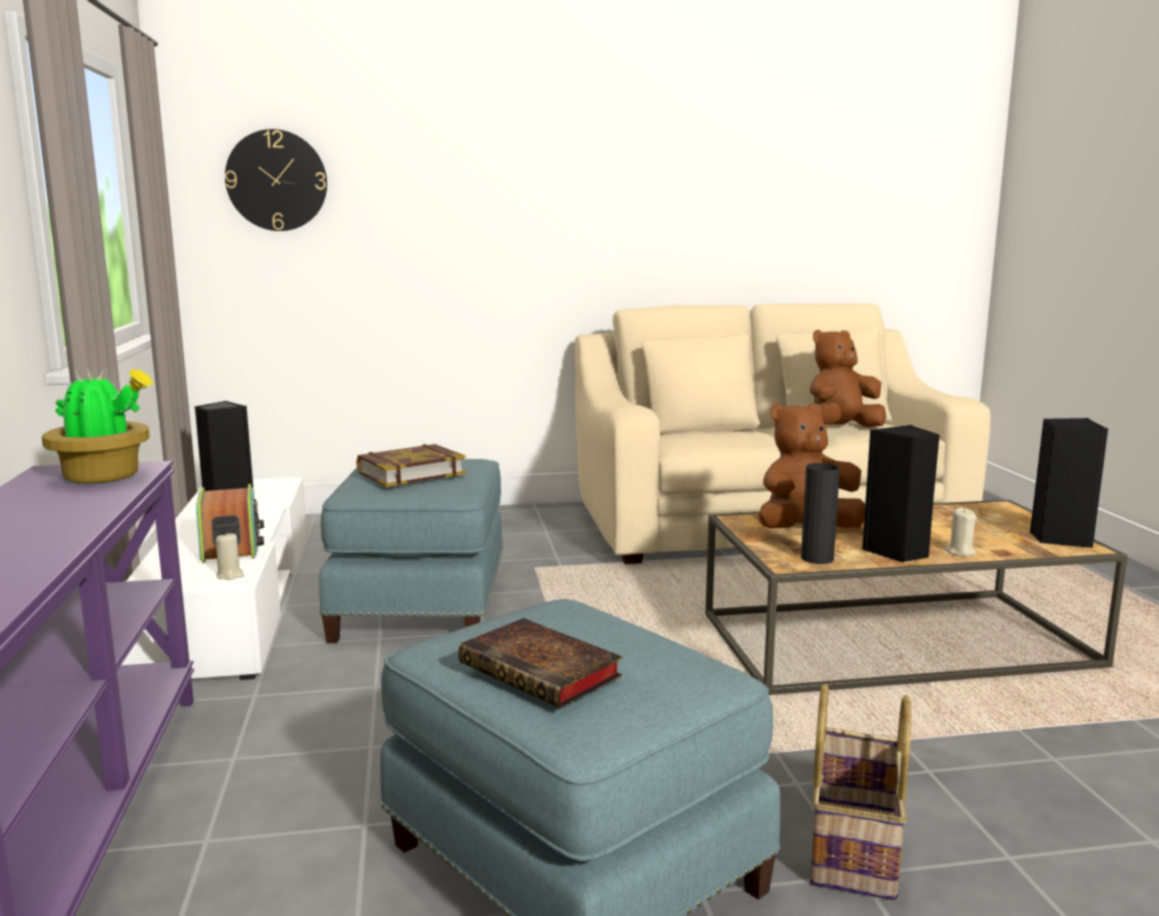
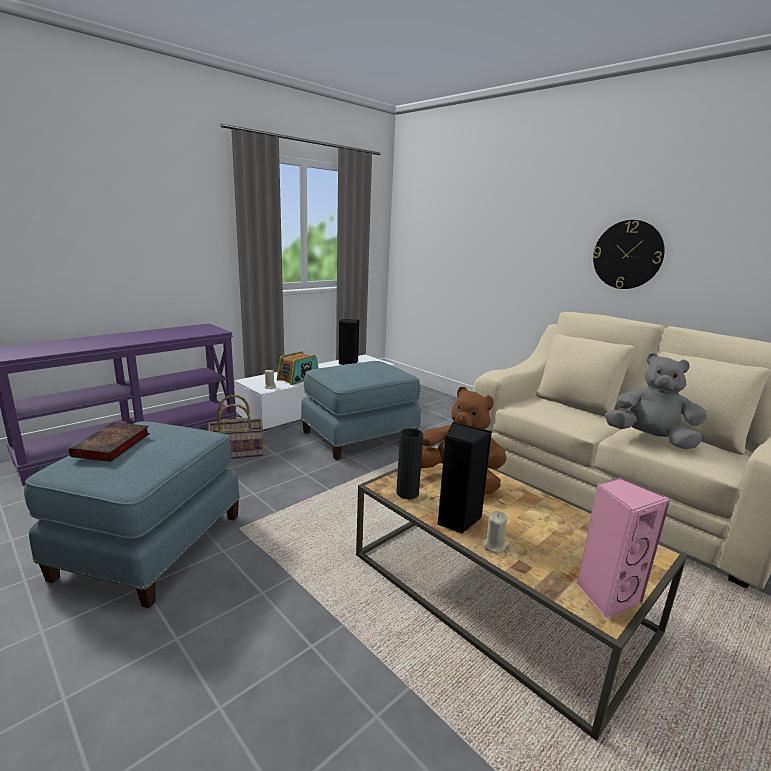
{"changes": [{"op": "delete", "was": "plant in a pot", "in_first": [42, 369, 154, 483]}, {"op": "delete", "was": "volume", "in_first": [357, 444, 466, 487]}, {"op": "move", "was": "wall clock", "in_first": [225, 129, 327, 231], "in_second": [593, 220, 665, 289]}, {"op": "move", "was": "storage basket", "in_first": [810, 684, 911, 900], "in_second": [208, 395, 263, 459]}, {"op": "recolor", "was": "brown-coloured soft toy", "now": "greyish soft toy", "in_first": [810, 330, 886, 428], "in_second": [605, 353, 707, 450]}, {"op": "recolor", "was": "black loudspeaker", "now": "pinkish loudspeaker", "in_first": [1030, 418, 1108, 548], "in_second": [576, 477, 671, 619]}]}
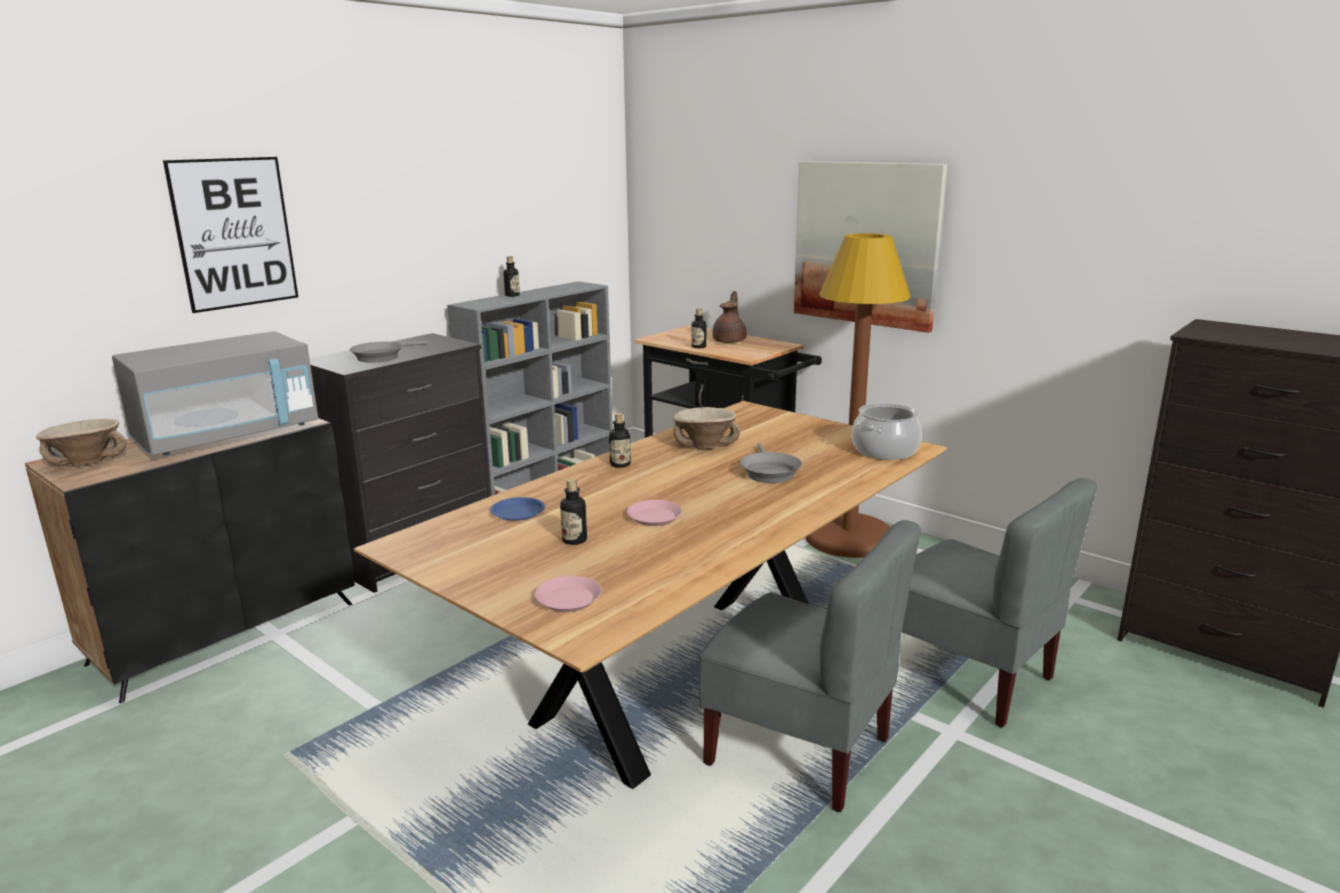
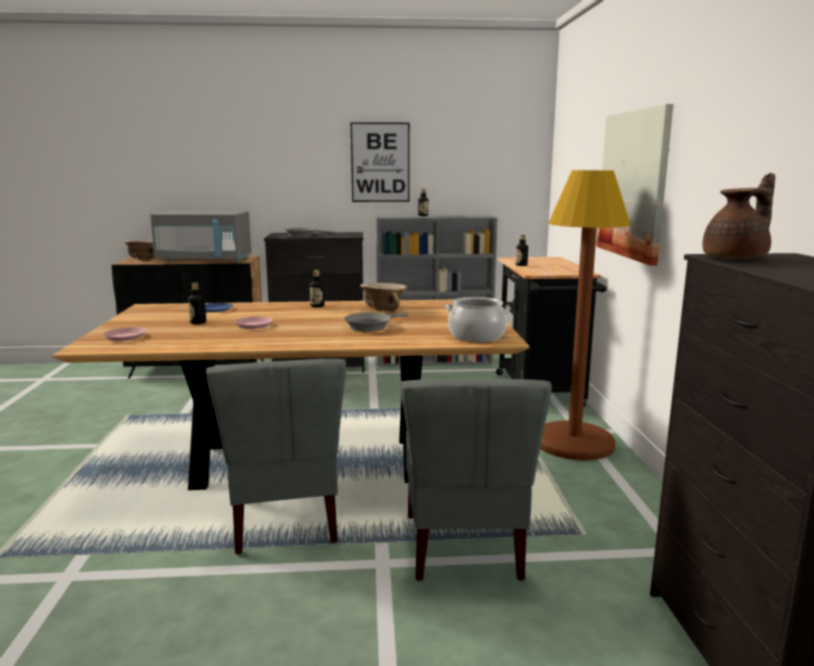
{"changes": [{"op": "move", "was": "wall art", "in_first": [163, 157, 298, 313], "in_second": [351, 122, 410, 202]}, {"op": "move", "was": "brown-coloured pot for tea", "in_first": [712, 291, 747, 343], "in_second": [702, 173, 775, 259]}]}
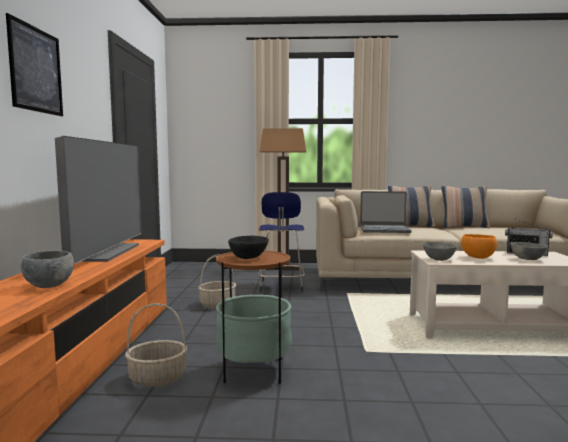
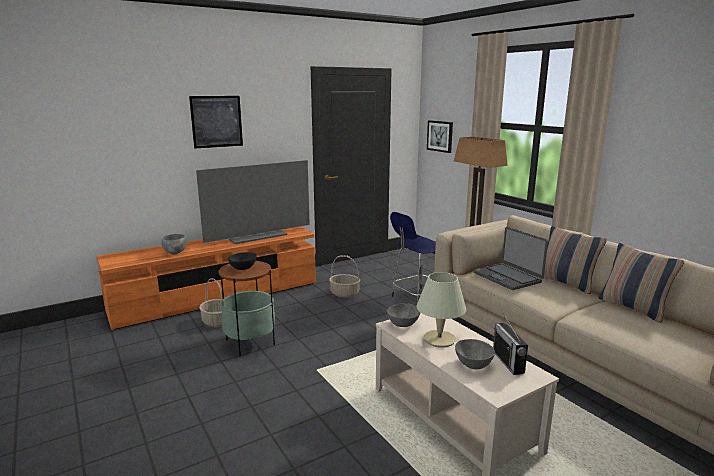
{"changes": [{"op": "insert", "now": "wall art", "in_second": [427, 120, 453, 153]}, {"op": "replace", "was": "orange-coloured bowl", "now": "beige tabletop lamp", "in_first": [461, 234, 497, 259], "in_second": [417, 272, 466, 348]}]}
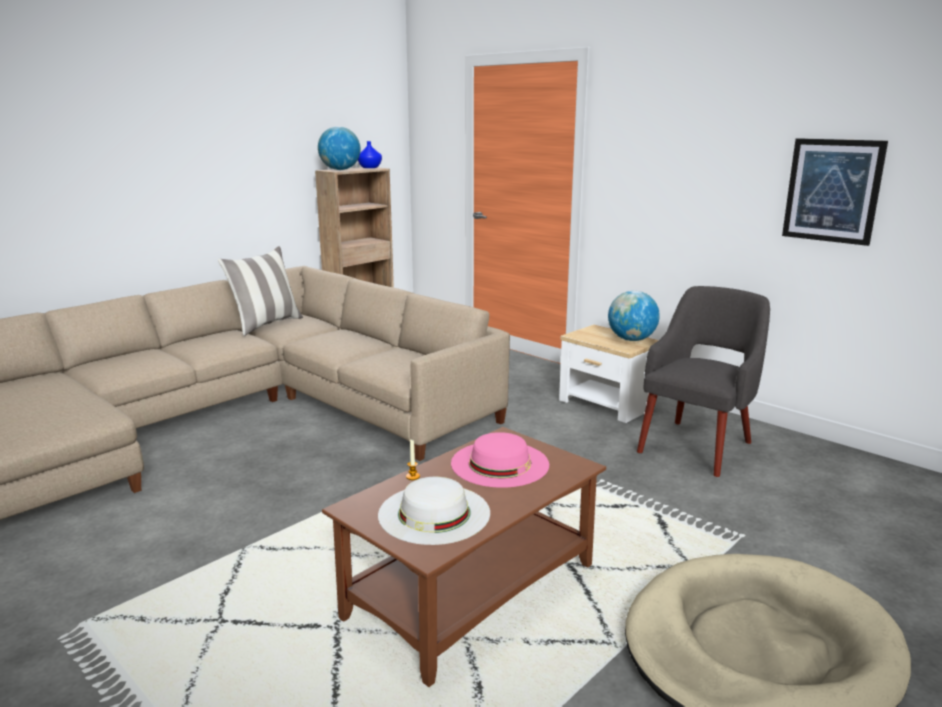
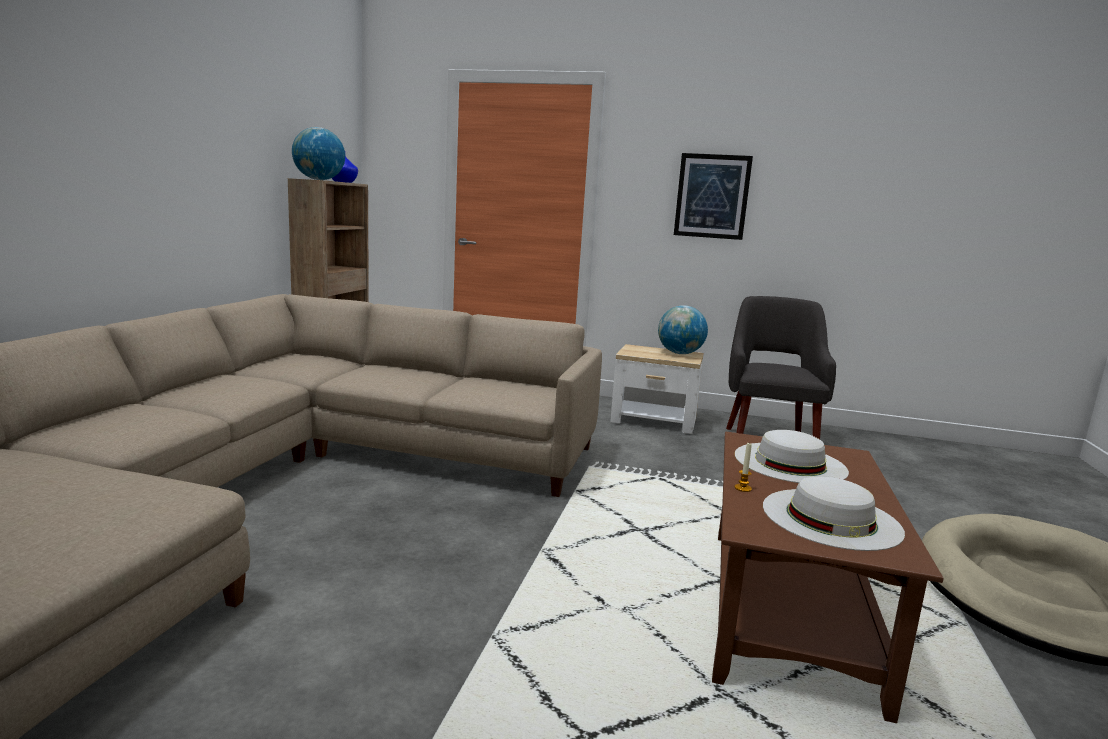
{"changes": [{"op": "delete", "was": "cushion", "in_first": [218, 246, 303, 336]}, {"op": "move", "was": "wall art", "in_first": [782, 138, 888, 246], "in_second": [674, 153, 753, 240]}, {"op": "recolor", "was": "pinkish clothing hat", "now": "white clothing hat", "in_first": [451, 432, 549, 488], "in_second": [735, 430, 849, 483]}]}
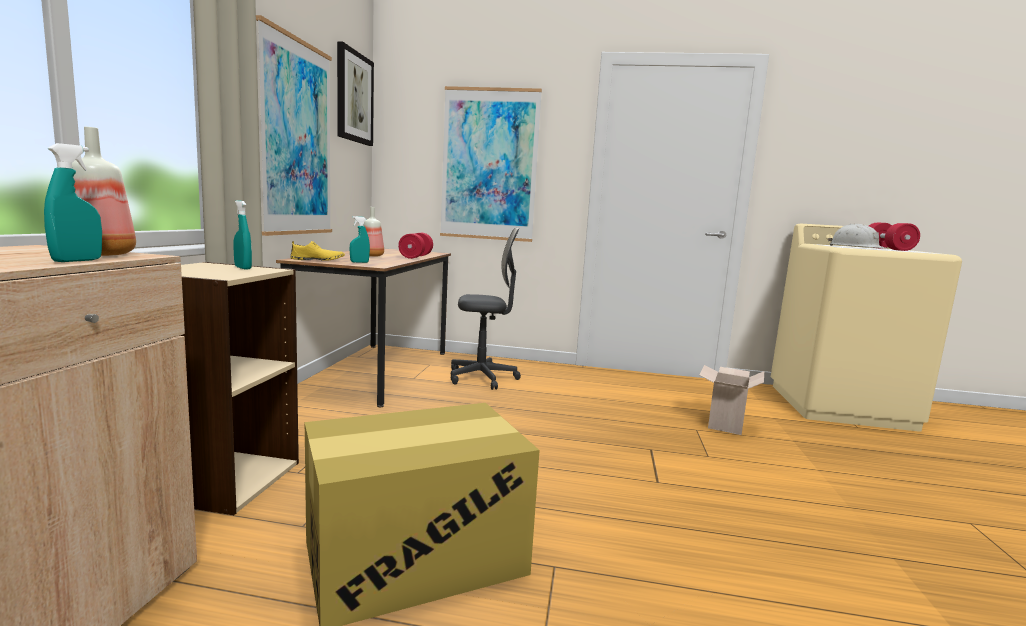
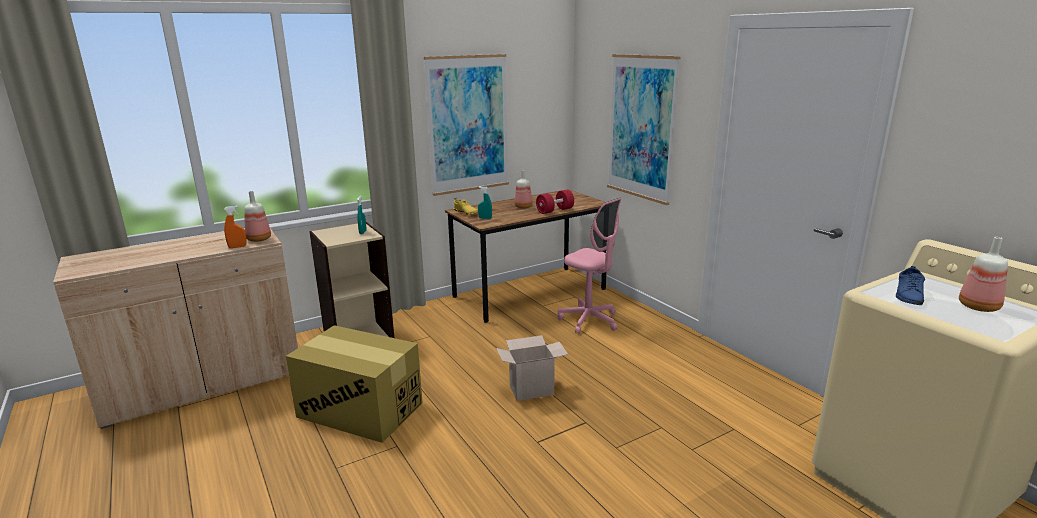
{"changes": [{"op": "delete", "was": "wall art", "in_first": [337, 41, 374, 146]}, {"op": "move", "was": "cardboard box", "in_first": [699, 365, 764, 435], "in_second": [496, 335, 568, 401]}, {"op": "replace", "was": "white safety helmet", "now": "bluish shoe", "in_first": [828, 224, 889, 249], "in_second": [896, 266, 925, 305]}, {"op": "replace", "was": "red-coloured hand weight", "now": "bottle", "in_first": [869, 223, 920, 251], "in_second": [959, 237, 1008, 312]}, {"op": "recolor", "was": "blue-green spray bottle", "now": "orange-coloured spray bottle", "in_first": [44, 143, 102, 262], "in_second": [224, 206, 247, 248]}, {"op": "recolor", "was": "greyish desk chair", "now": "pinkish desk chair", "in_first": [451, 228, 521, 390], "in_second": [558, 198, 621, 334]}]}
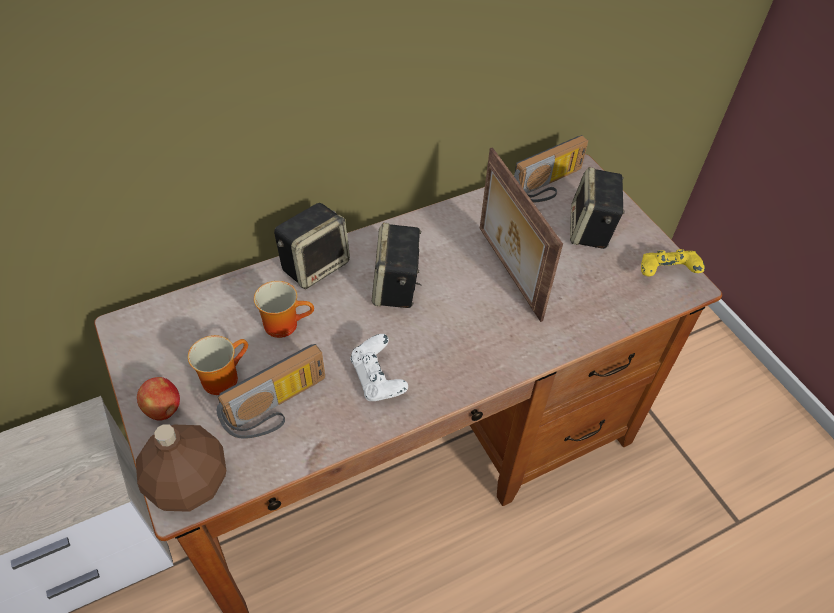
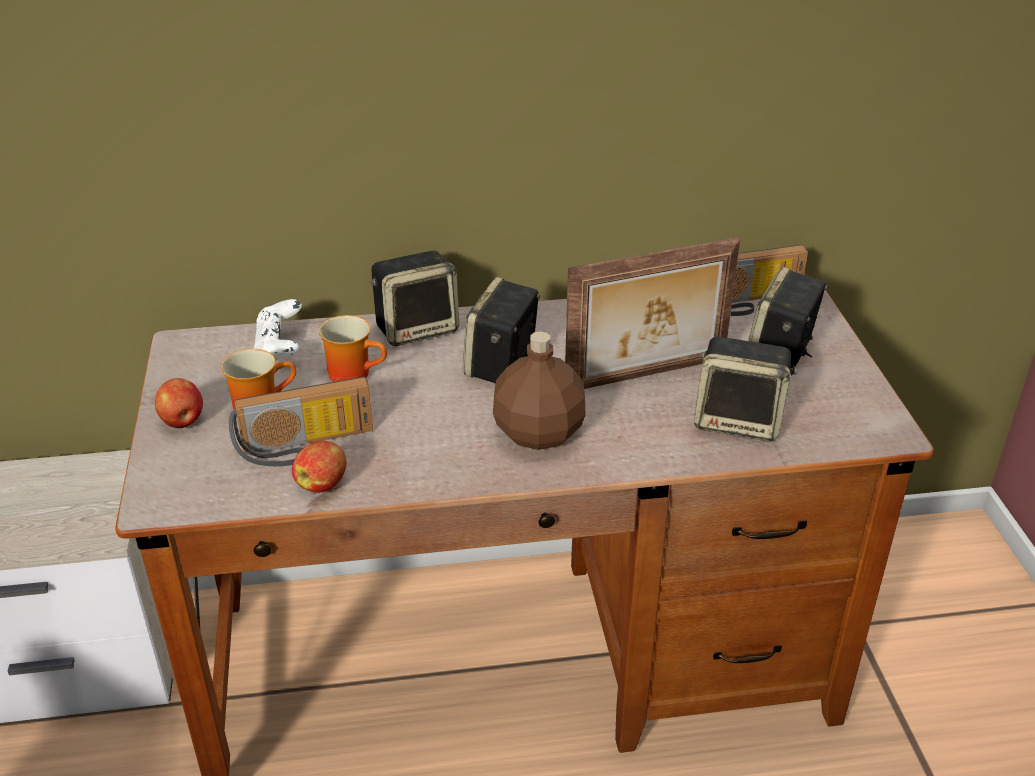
{"changes": [{"op": "delete", "was": "yellowish gamepad", "in_first": [641, 249, 705, 277]}, {"op": "insert", "now": "whole apple", "in_second": [292, 440, 346, 493]}, {"op": "insert", "now": "loudspeaker", "in_second": [694, 336, 797, 442]}, {"op": "move", "was": "brown-coloured bottle", "in_first": [136, 424, 226, 512], "in_second": [493, 331, 585, 450]}, {"op": "move", "was": "white gamepad", "in_first": [350, 334, 408, 401], "in_second": [254, 299, 302, 359]}, {"op": "rotate", "was": "photo frame", "in_first": [480, 147, 563, 322], "in_second": [565, 237, 740, 389], "clockwise": -105}]}
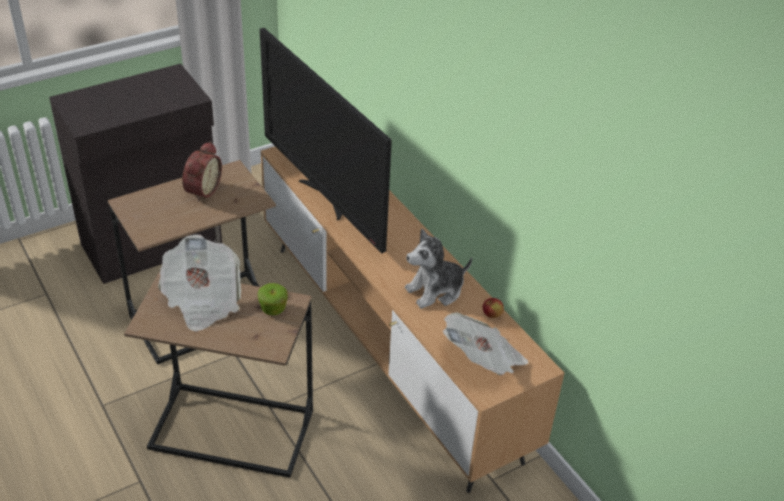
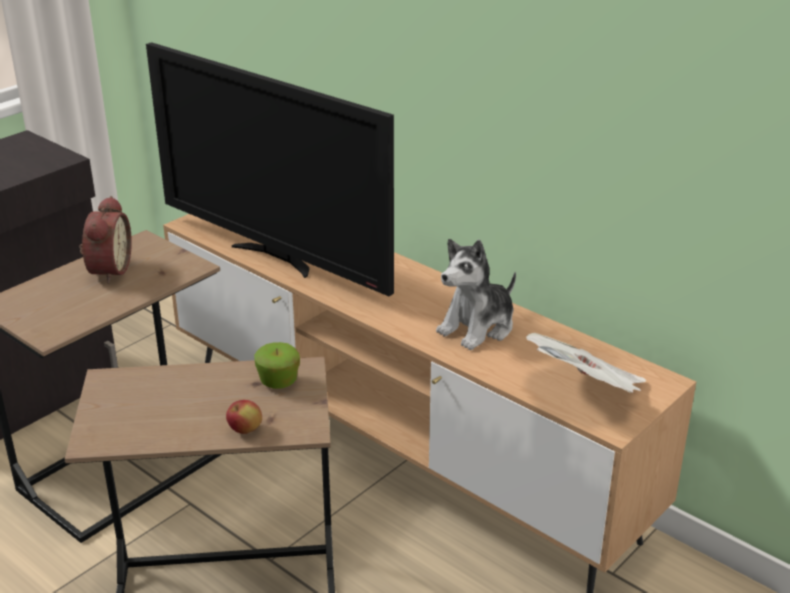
{"changes": [{"op": "delete", "was": "printed paper", "in_first": [158, 234, 241, 332]}, {"op": "move", "was": "whole apple", "in_first": [482, 298, 504, 318], "in_second": [226, 400, 262, 434]}]}
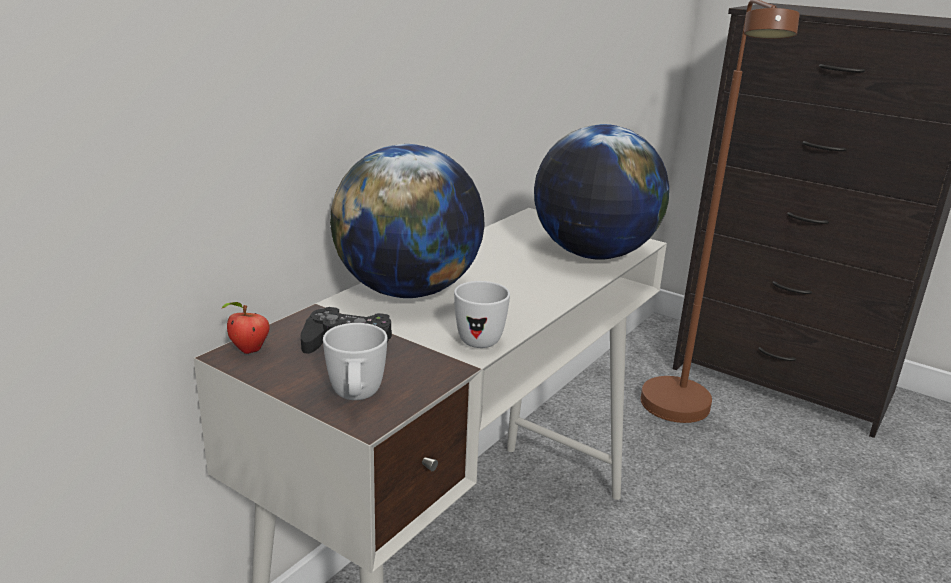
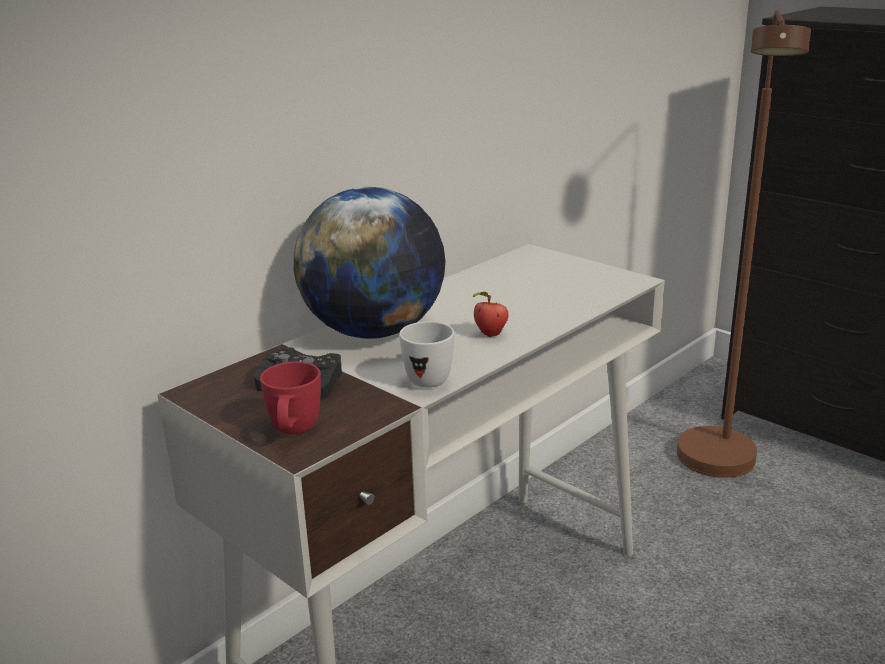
{"changes": [{"op": "delete", "was": "globe", "in_first": [534, 124, 669, 260]}, {"op": "move", "was": "whole apple", "in_first": [222, 302, 270, 354], "in_second": [473, 292, 509, 337]}, {"op": "recolor", "was": "white coffee mug", "now": "red-coloured coffee mug", "in_first": [323, 323, 388, 400], "in_second": [260, 361, 321, 434]}]}
